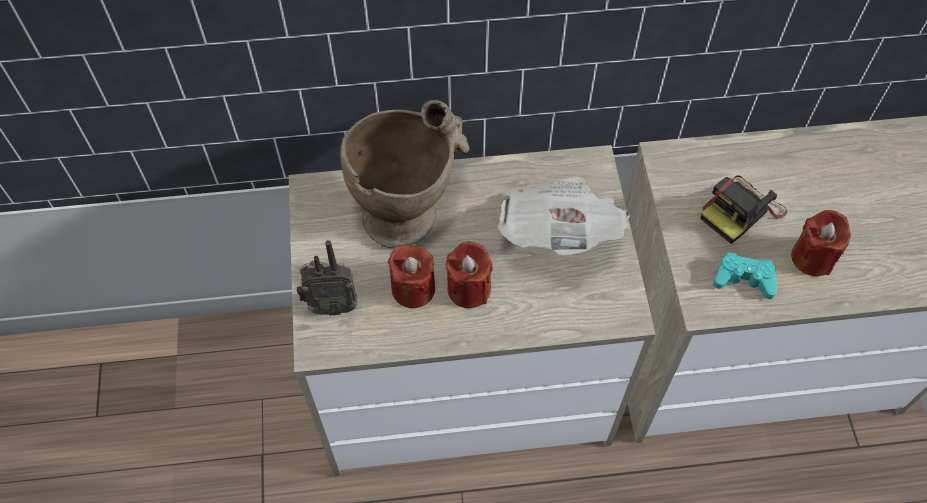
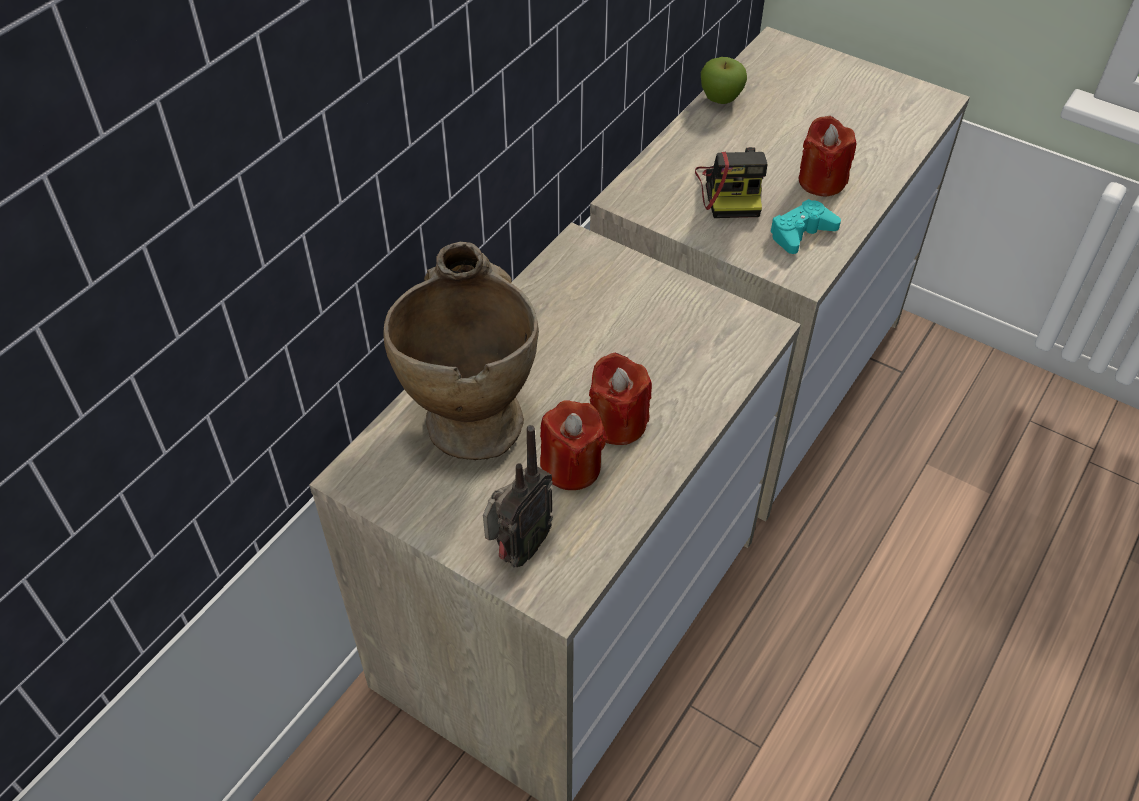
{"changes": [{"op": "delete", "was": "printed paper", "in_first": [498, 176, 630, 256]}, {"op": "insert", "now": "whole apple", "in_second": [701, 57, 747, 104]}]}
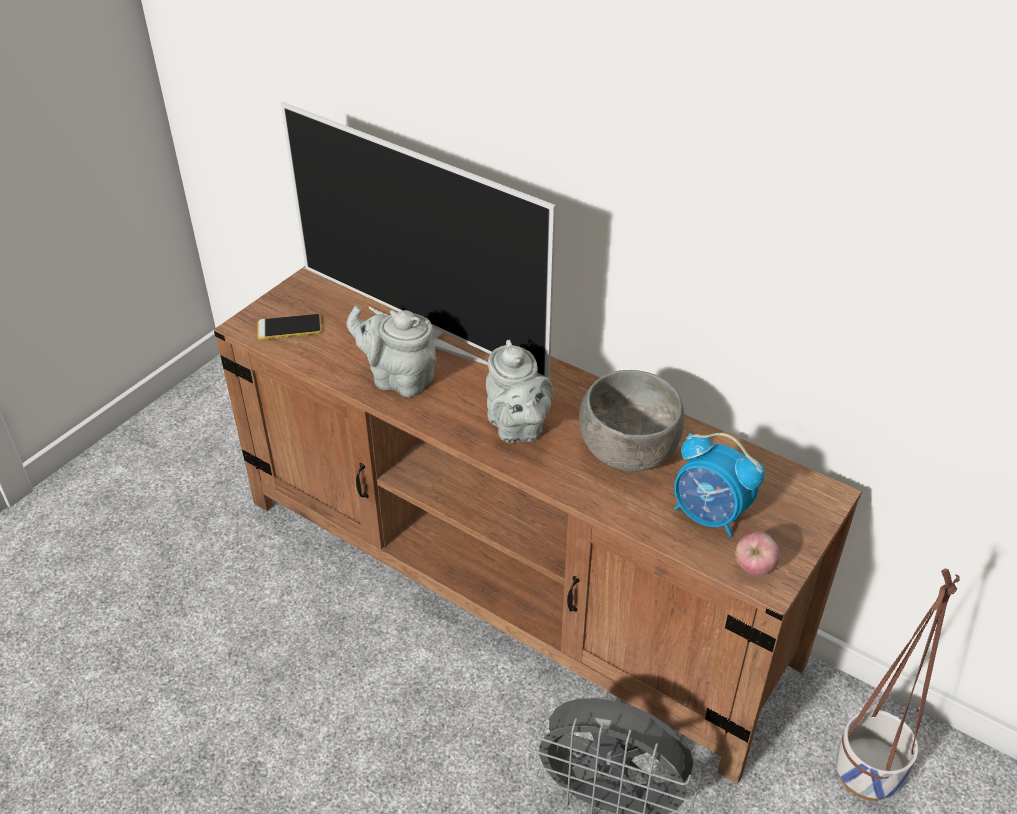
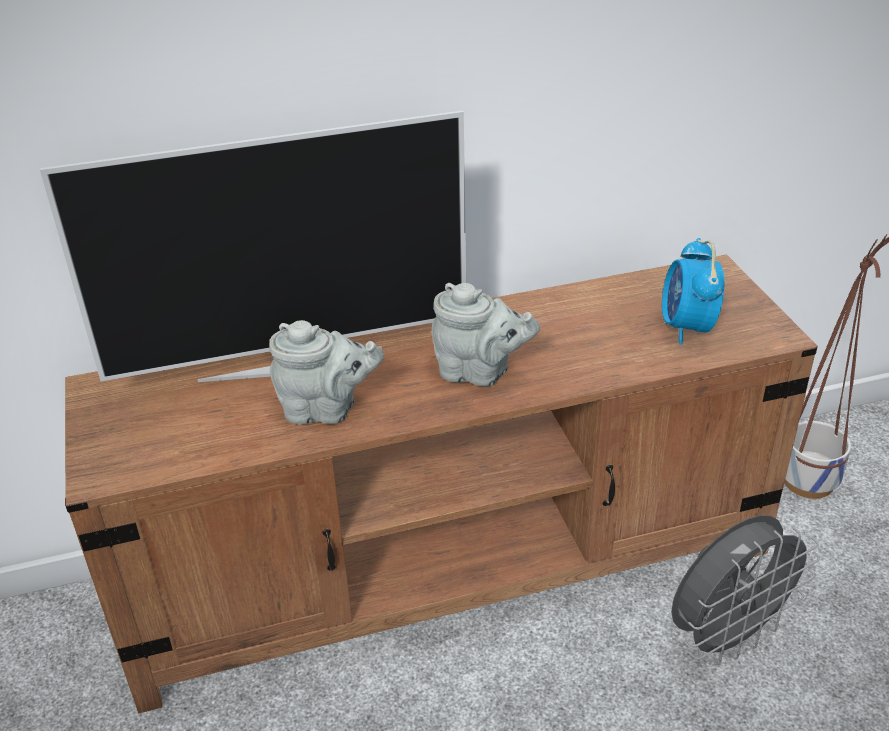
{"changes": [{"op": "delete", "was": "phone", "in_first": [257, 314, 322, 340]}, {"op": "delete", "was": "greyish bowl", "in_first": [579, 370, 684, 472]}, {"op": "delete", "was": "whole apple", "in_first": [735, 532, 780, 576]}, {"op": "rotate", "was": "greyish pot for tea", "in_first": [347, 306, 436, 397], "in_second": [269, 320, 384, 425], "clockwise": -150}, {"op": "rotate", "was": "alarm clock", "in_first": [674, 433, 765, 537], "in_second": [662, 238, 725, 345], "clockwise": 105}]}
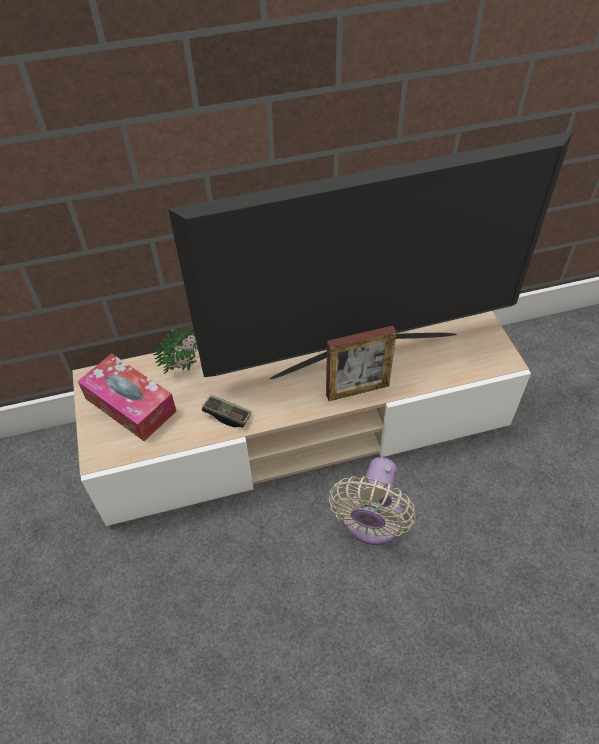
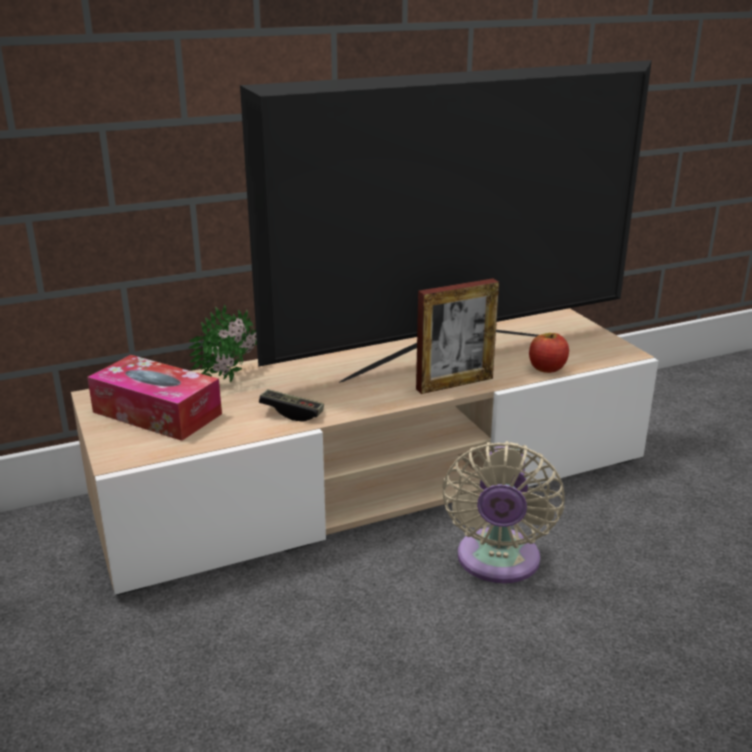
{"changes": [{"op": "insert", "now": "whole apple", "in_second": [529, 333, 569, 373]}]}
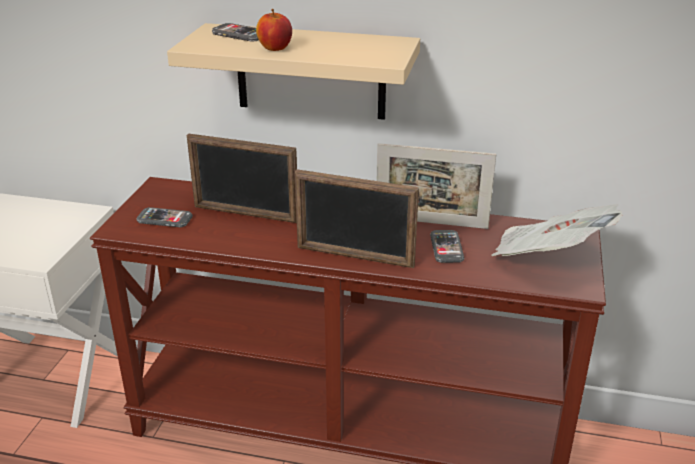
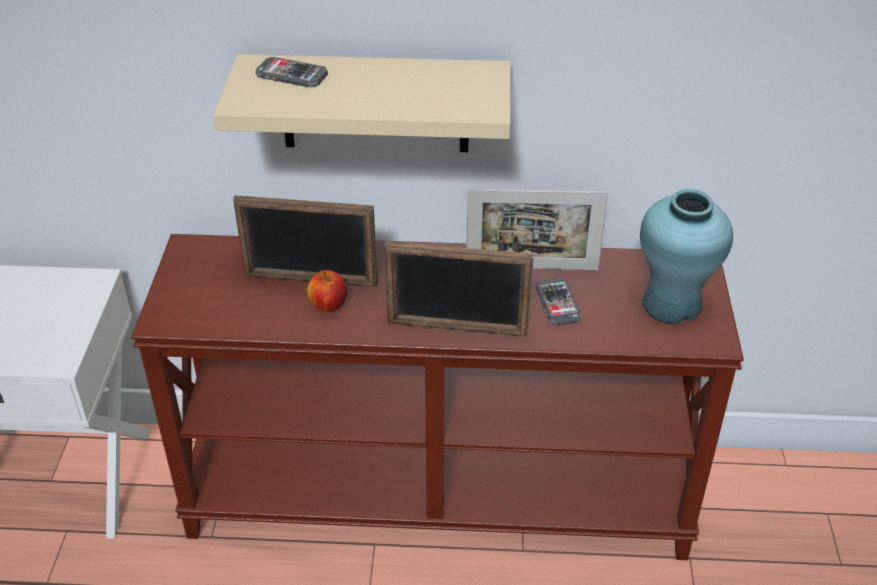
{"changes": [{"op": "delete", "was": "phone", "in_first": [136, 207, 193, 227]}, {"op": "move", "was": "whole apple", "in_first": [256, 9, 292, 51], "in_second": [307, 270, 347, 312]}, {"op": "replace", "was": "printed paper", "now": "blue-green decorative vase", "in_first": [492, 204, 623, 256], "in_second": [640, 189, 733, 325]}]}
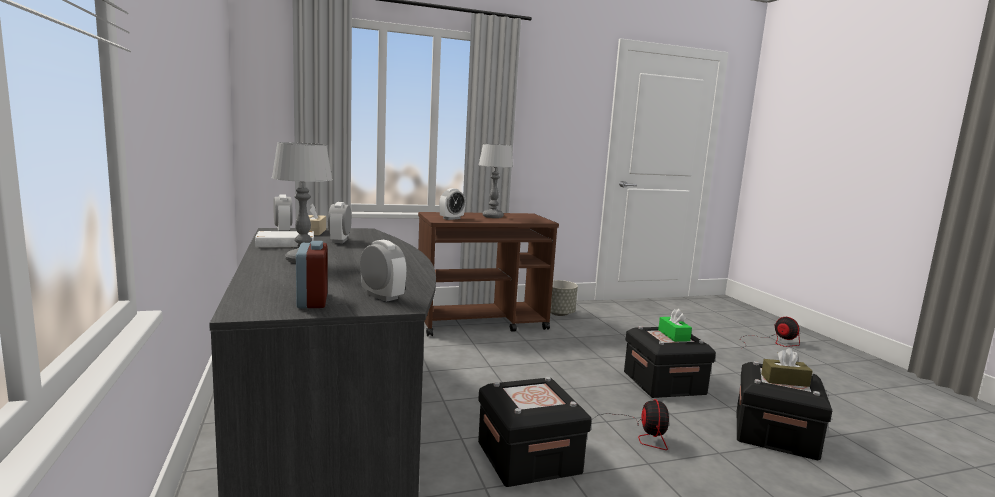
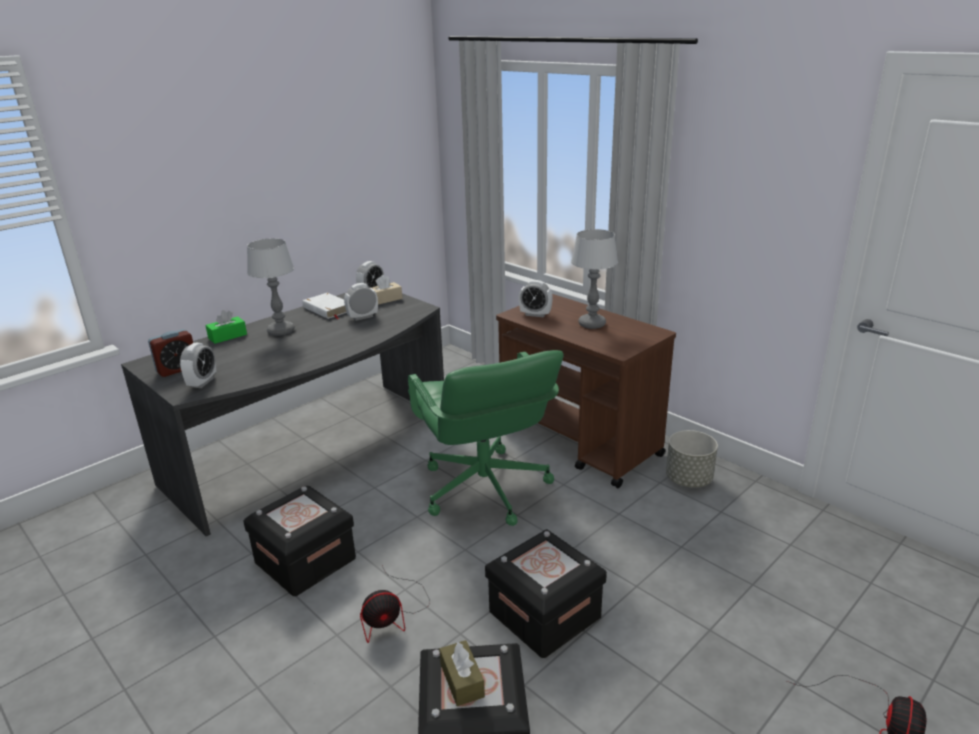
{"changes": [{"op": "insert", "now": "greenish desk chair", "in_second": [408, 350, 564, 526]}, {"op": "move", "was": "greenish tissue holder", "in_first": [658, 309, 692, 342], "in_second": [205, 310, 247, 344]}]}
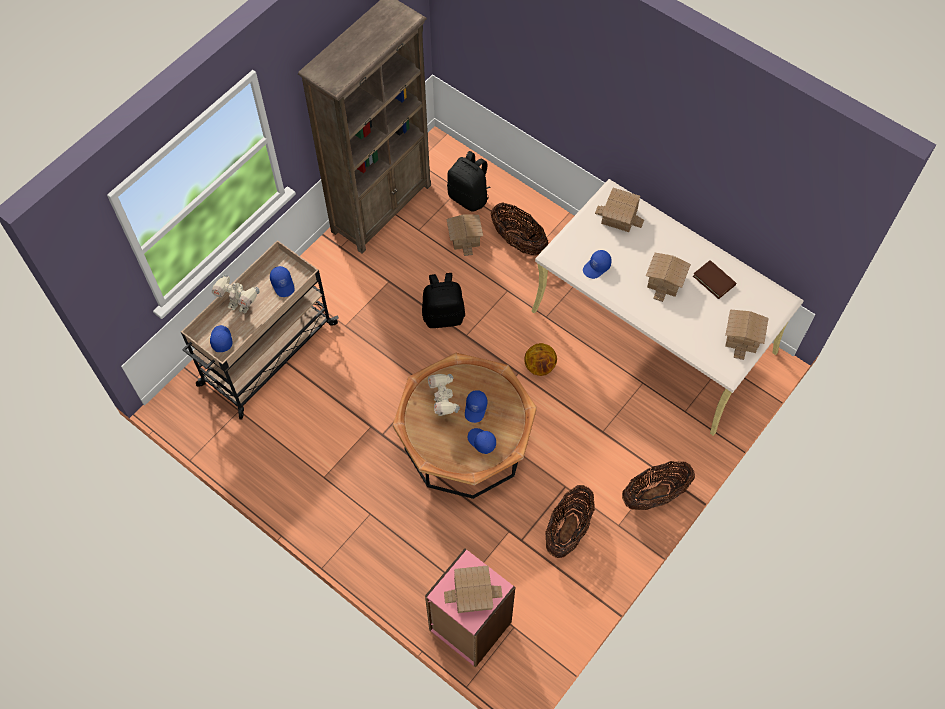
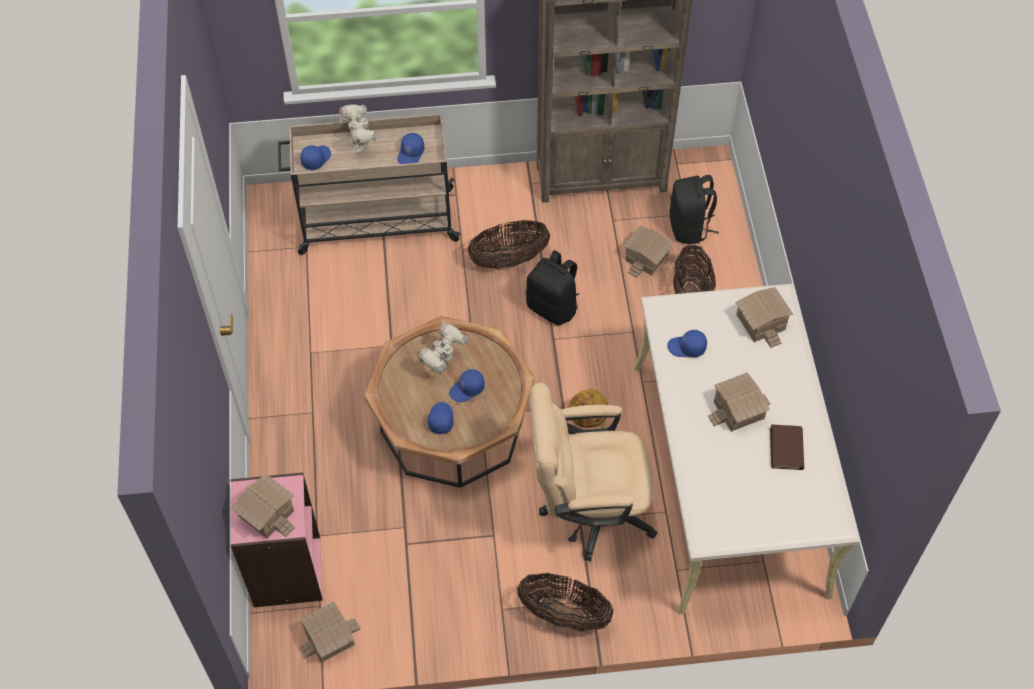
{"changes": [{"op": "insert", "now": "beige desk chair", "in_second": [530, 383, 657, 561]}, {"op": "move", "was": "storage basket", "in_first": [545, 485, 595, 558], "in_second": [467, 220, 550, 269]}, {"op": "move", "was": "toy house", "in_first": [725, 310, 769, 360], "in_second": [299, 602, 360, 663]}]}
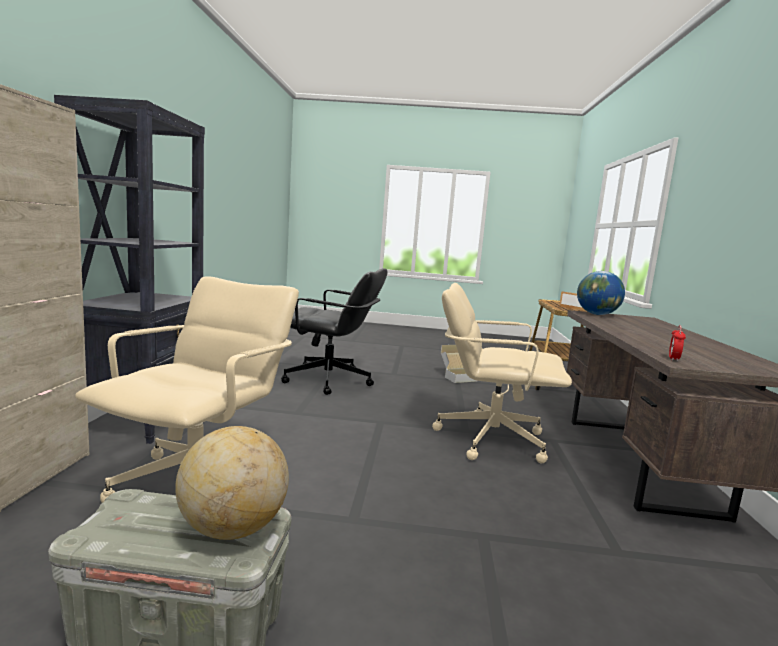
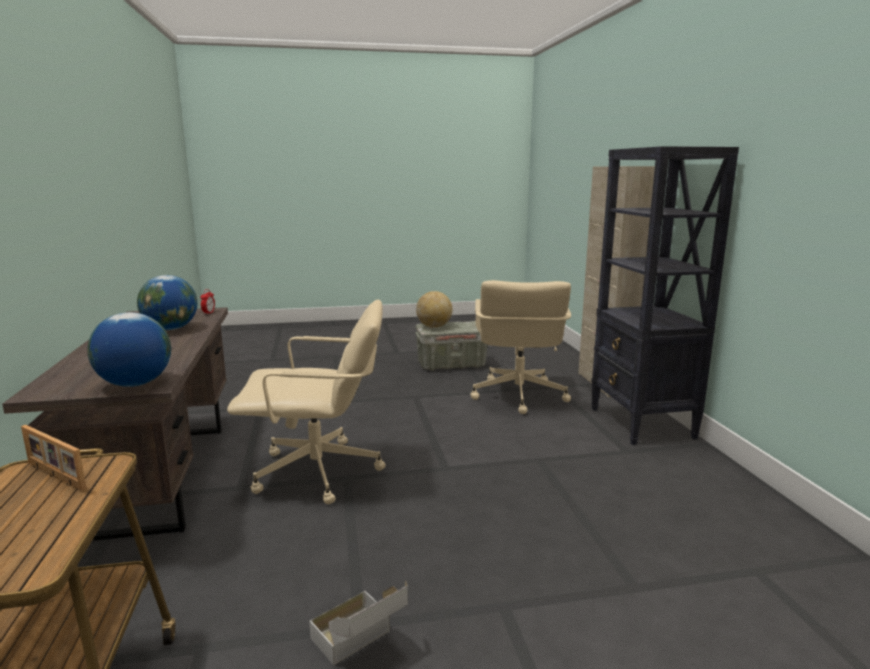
{"changes": [{"op": "delete", "was": "black desk chair", "in_first": [281, 268, 388, 395]}, {"op": "insert", "now": "globe", "in_second": [137, 275, 197, 330]}]}
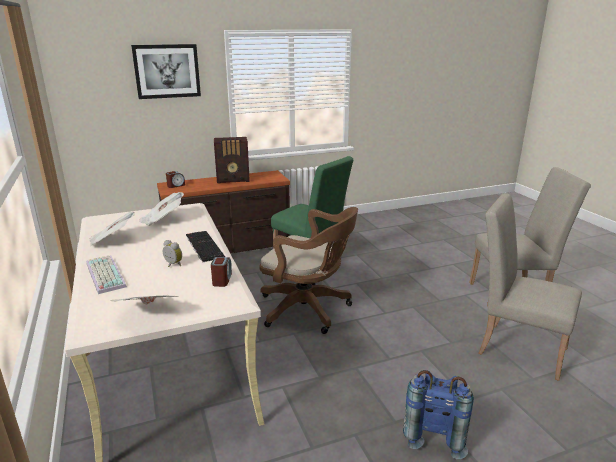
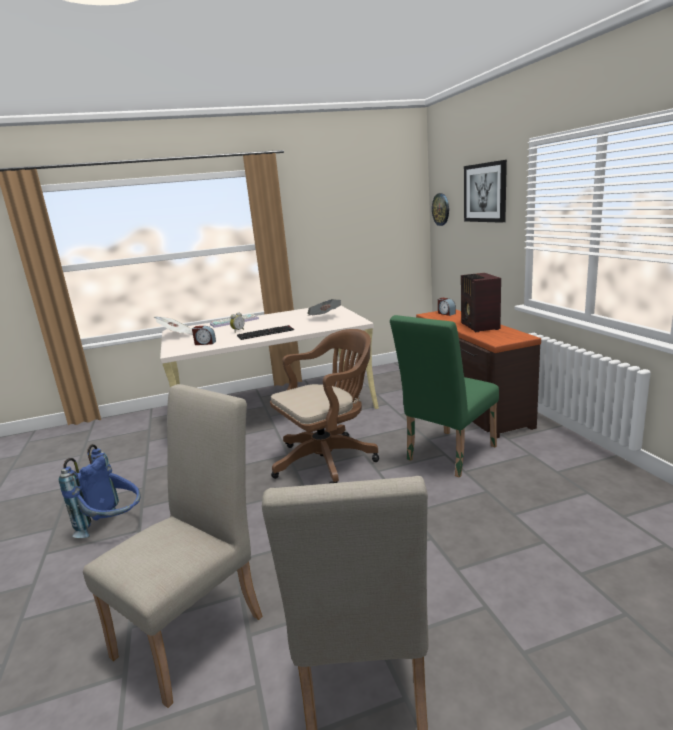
{"changes": [{"op": "delete", "was": "printed paper", "in_first": [89, 211, 135, 246]}, {"op": "insert", "now": "wall clock", "in_second": [432, 193, 449, 226]}, {"op": "rotate", "was": "brown-coloured desk chair", "in_first": [259, 207, 358, 334], "in_second": [270, 329, 379, 484], "clockwise": -150}]}
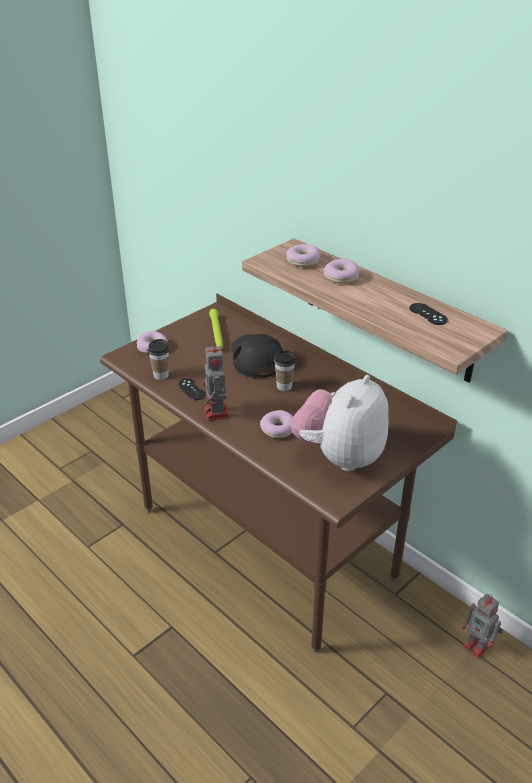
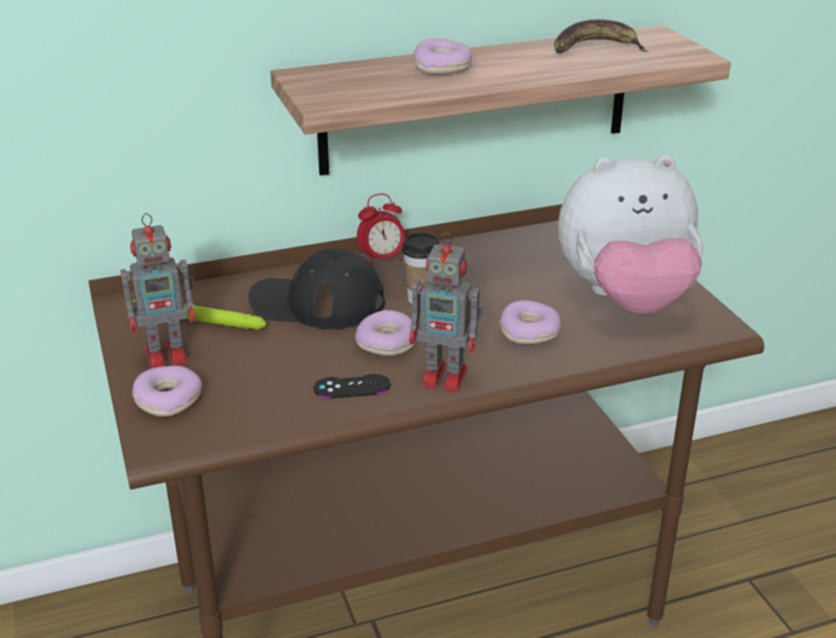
{"changes": [{"op": "delete", "was": "small cup", "in_first": [148, 339, 169, 380]}, {"op": "insert", "now": "alarm clock", "in_second": [357, 193, 405, 265]}, {"op": "move", "was": "donut", "in_first": [286, 244, 321, 267], "in_second": [355, 310, 418, 356]}, {"op": "move", "was": "robot figure", "in_first": [462, 594, 503, 658], "in_second": [120, 213, 195, 369]}, {"op": "replace", "was": "black gamepad", "now": "whole banana", "in_first": [410, 303, 448, 325], "in_second": [554, 19, 648, 54]}, {"op": "rotate", "was": "soft toy", "in_first": [291, 375, 389, 471], "in_second": [558, 155, 703, 314], "clockwise": -60}]}
